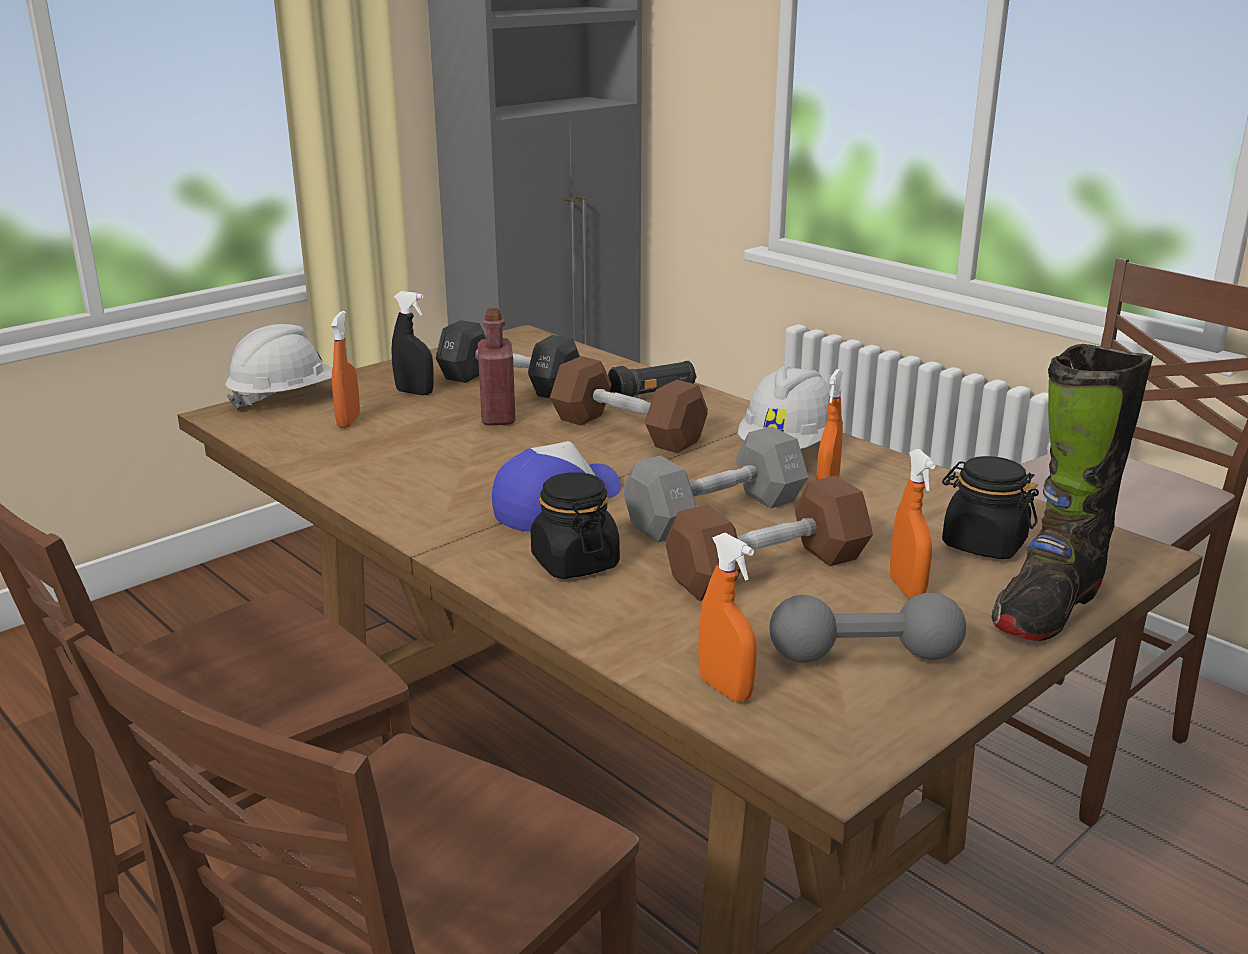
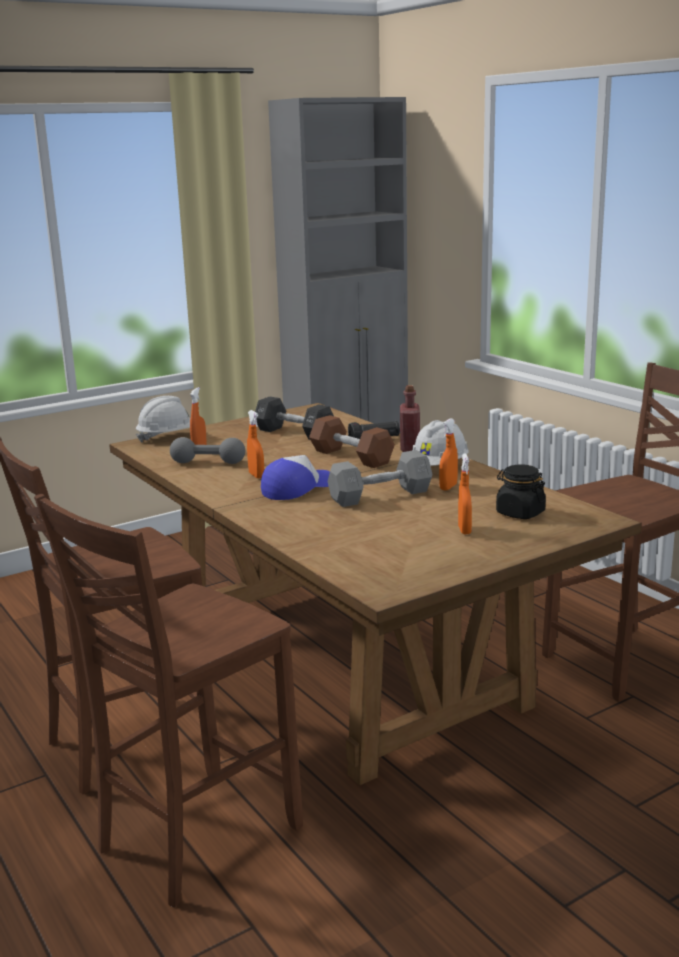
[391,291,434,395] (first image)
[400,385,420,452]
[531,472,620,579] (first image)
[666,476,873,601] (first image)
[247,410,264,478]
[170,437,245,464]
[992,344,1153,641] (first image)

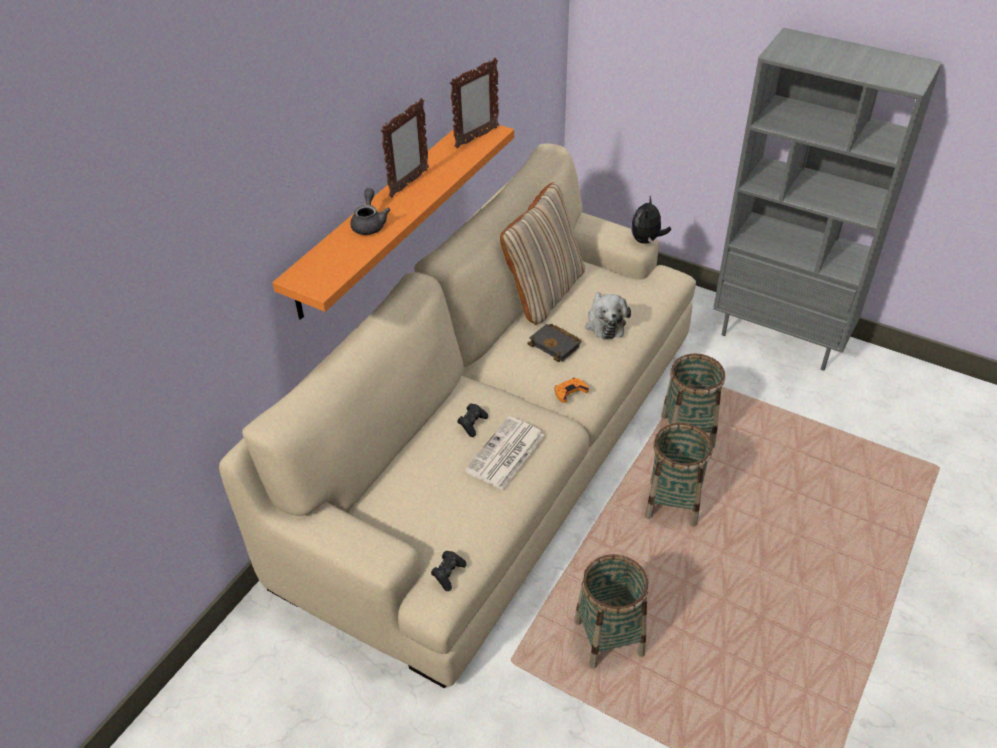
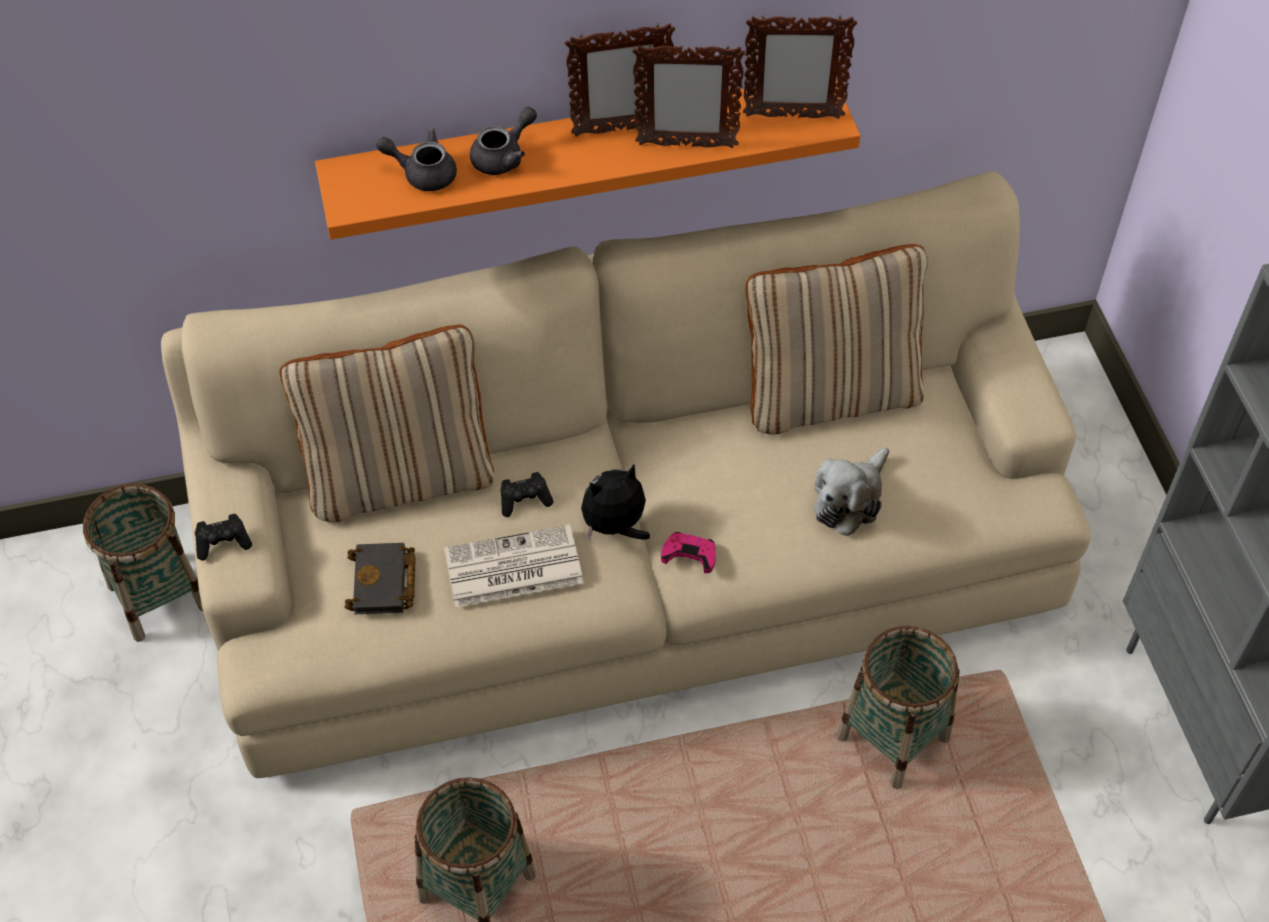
[195,514,252,560]
[345,543,416,614]
[661,532,716,573]
[581,464,650,540]
[83,483,203,642]
[279,325,494,522]
[376,128,457,191]
[632,45,745,148]

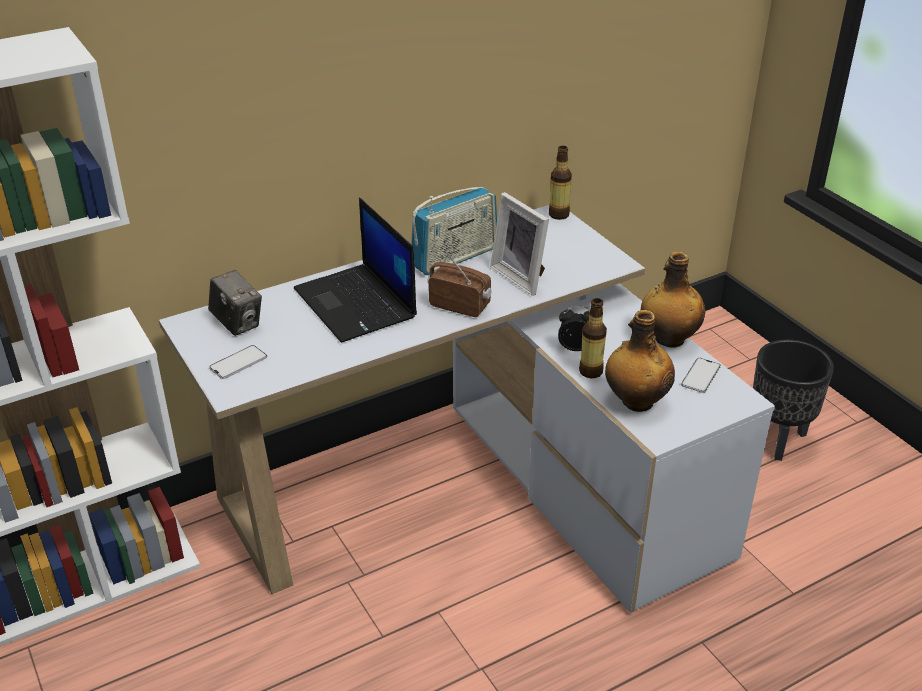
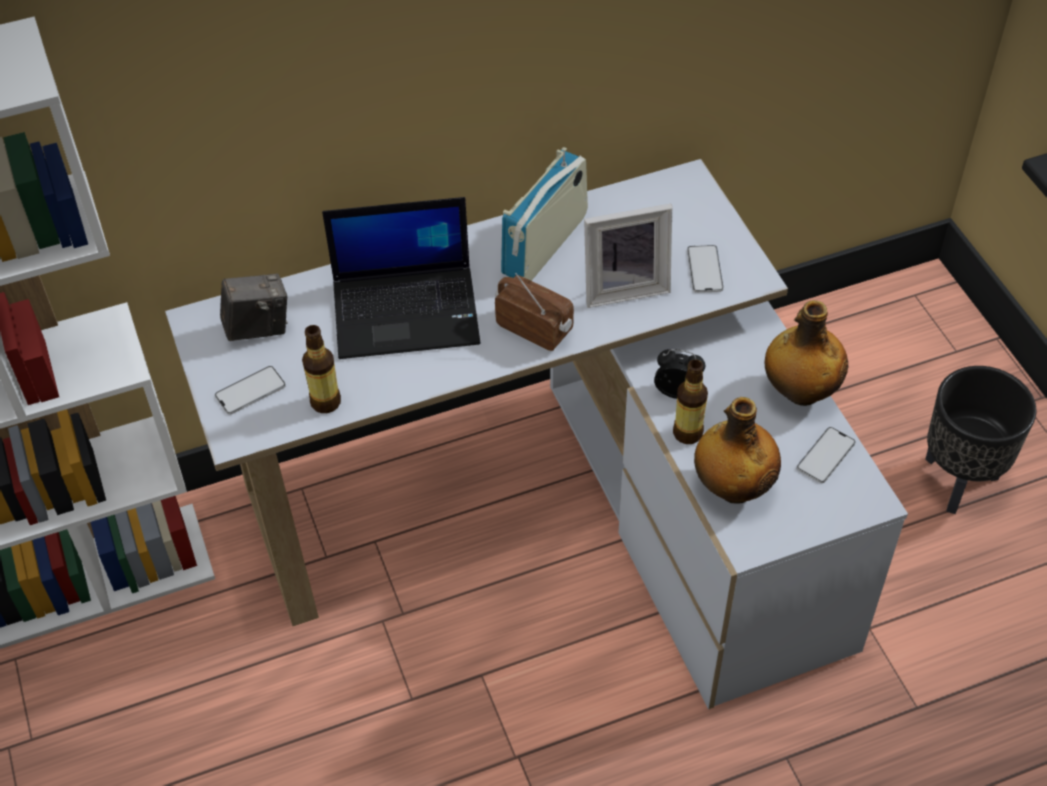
[220,274,288,341]
[322,197,480,359]
[501,147,588,281]
[584,204,672,308]
[302,325,341,413]
[687,245,724,293]

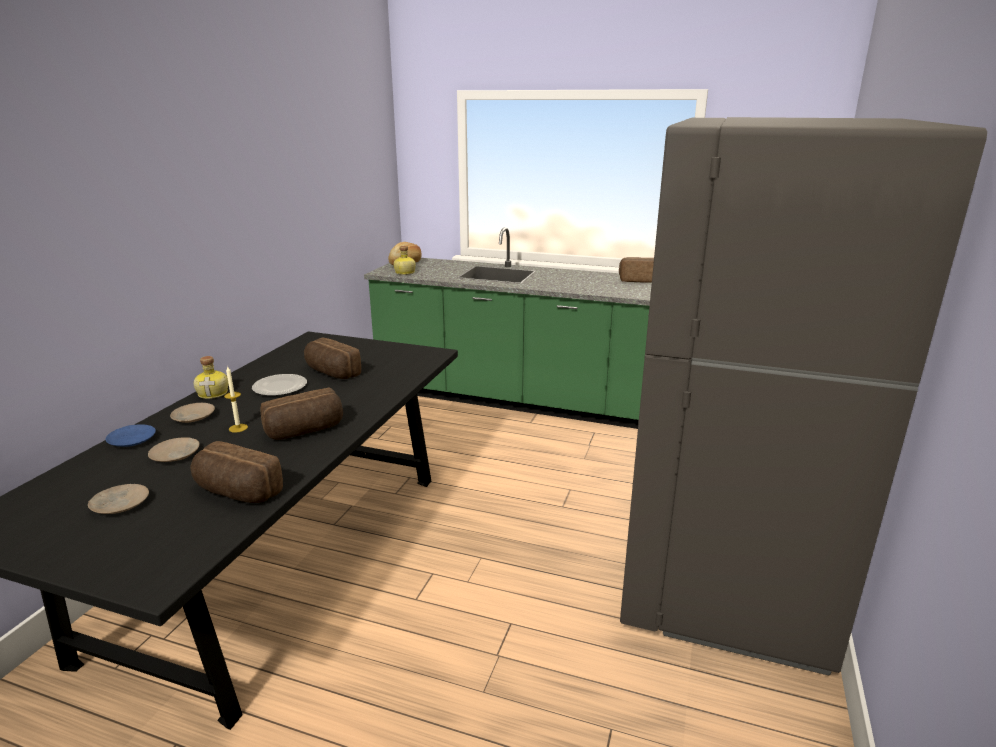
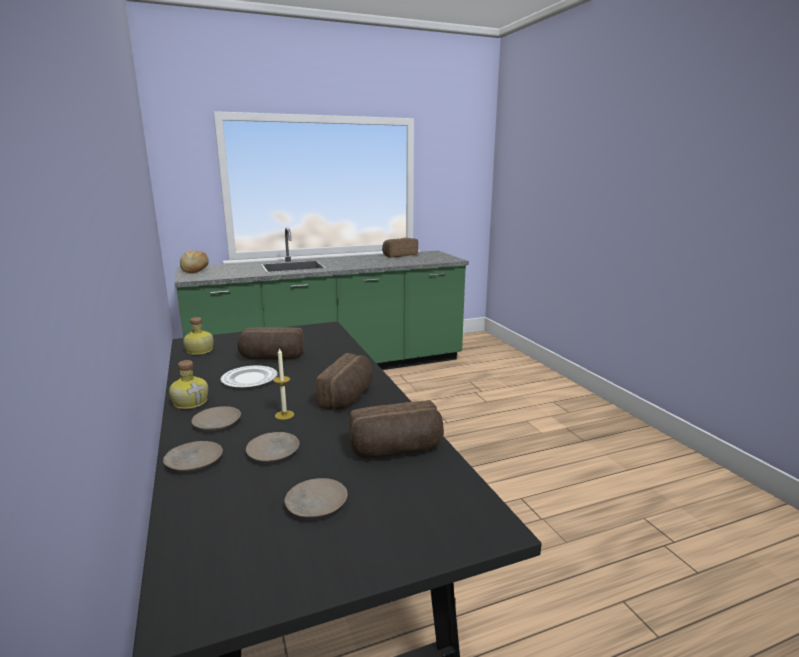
[163,441,223,471]
[183,317,214,355]
[620,117,987,675] (first image)

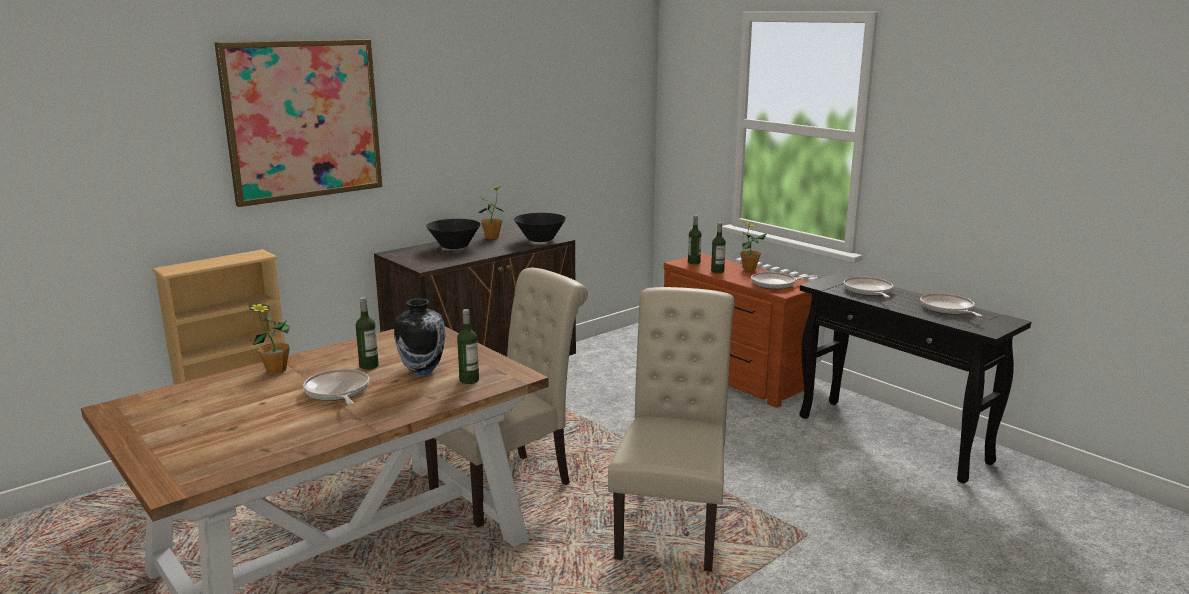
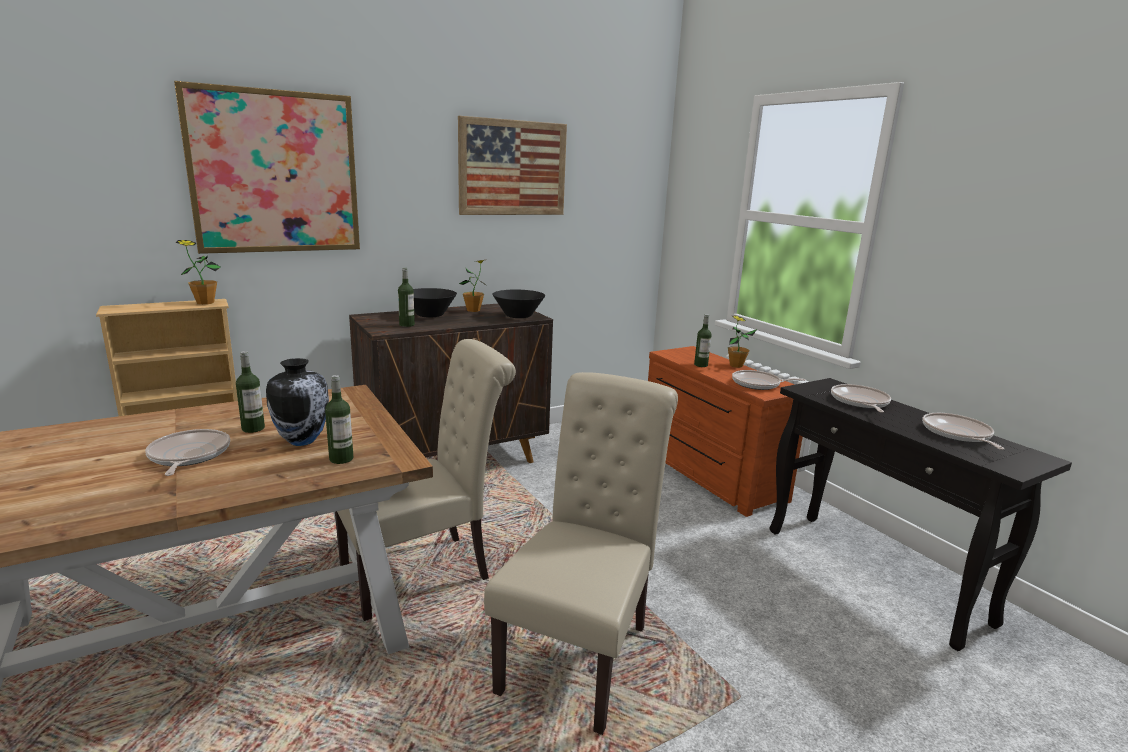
[176,240,221,305]
[398,268,415,327]
[458,116,567,215]

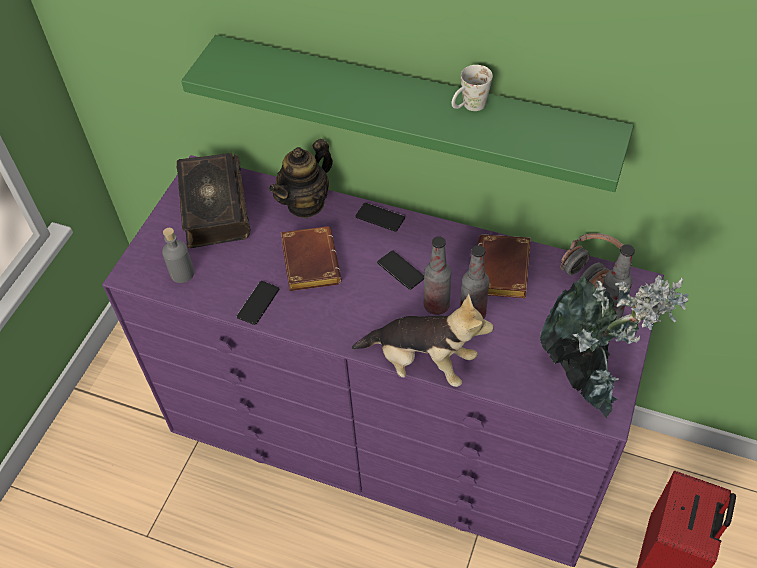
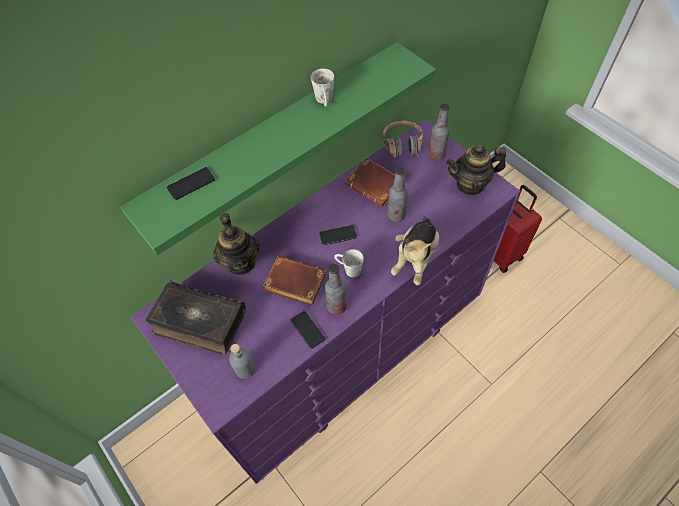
[391,216,439,285]
[167,167,215,200]
[325,264,347,315]
[446,145,506,195]
[334,249,364,277]

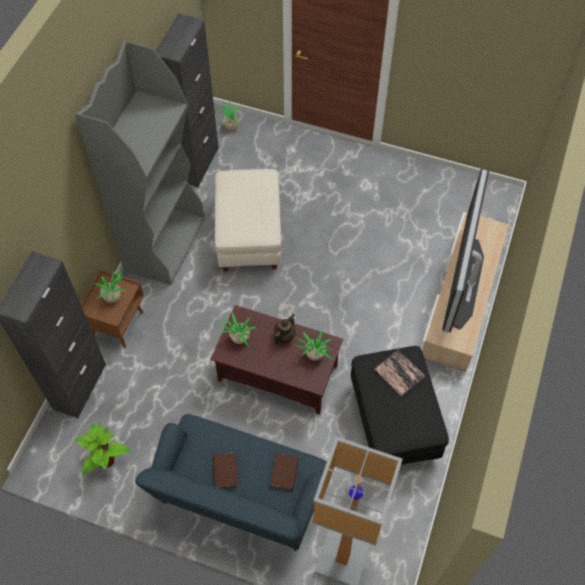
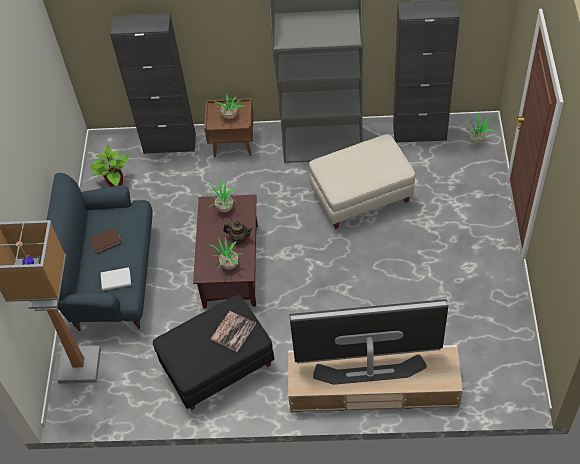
[101,267,131,291]

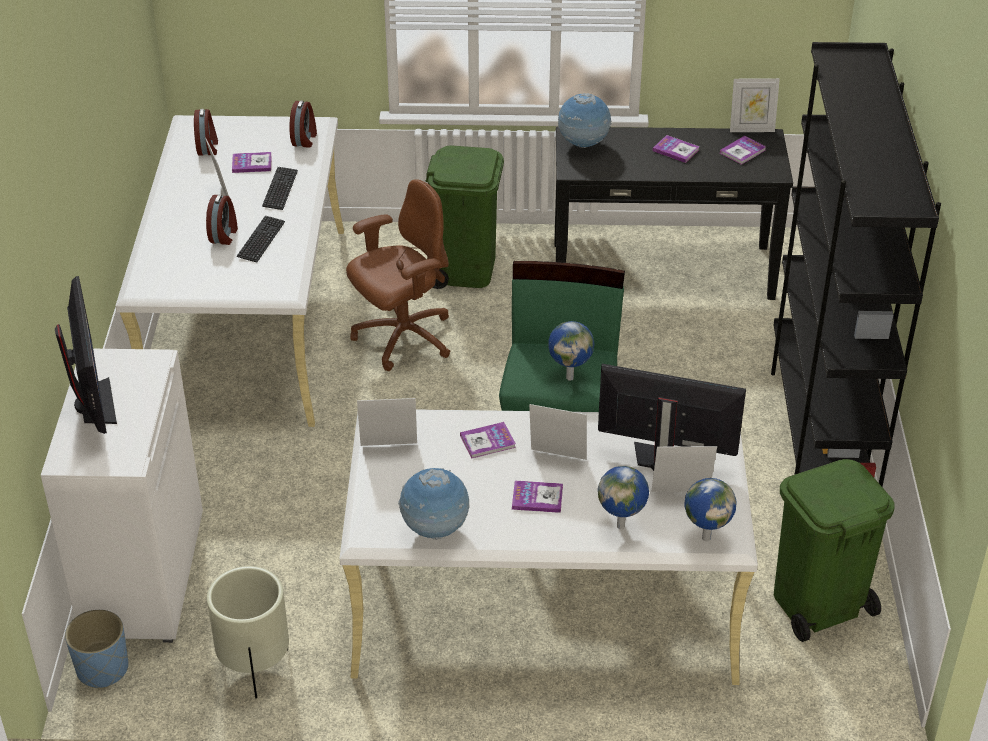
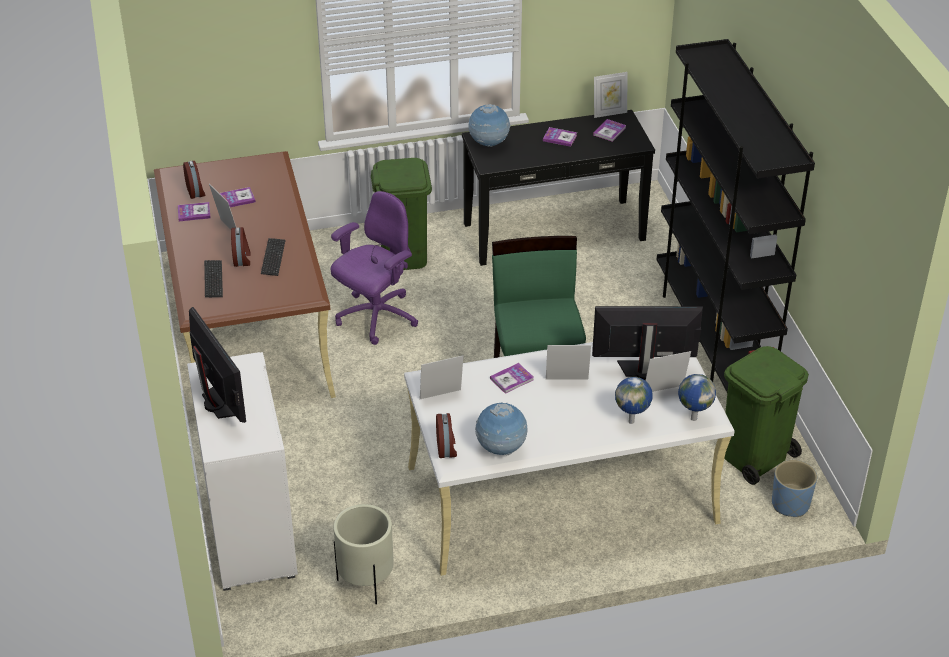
[772,460,817,517]
[154,151,336,420]
[204,260,223,297]
[436,413,457,458]
[331,191,418,345]
[178,202,210,221]
[548,321,594,381] (first image)

